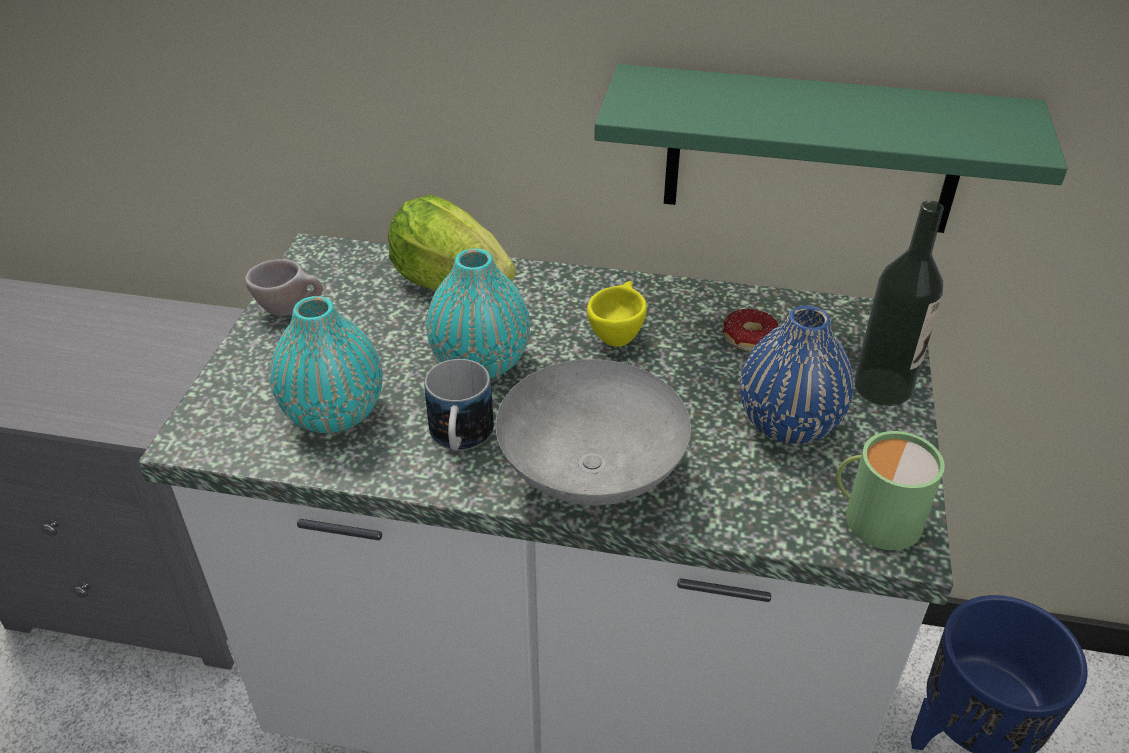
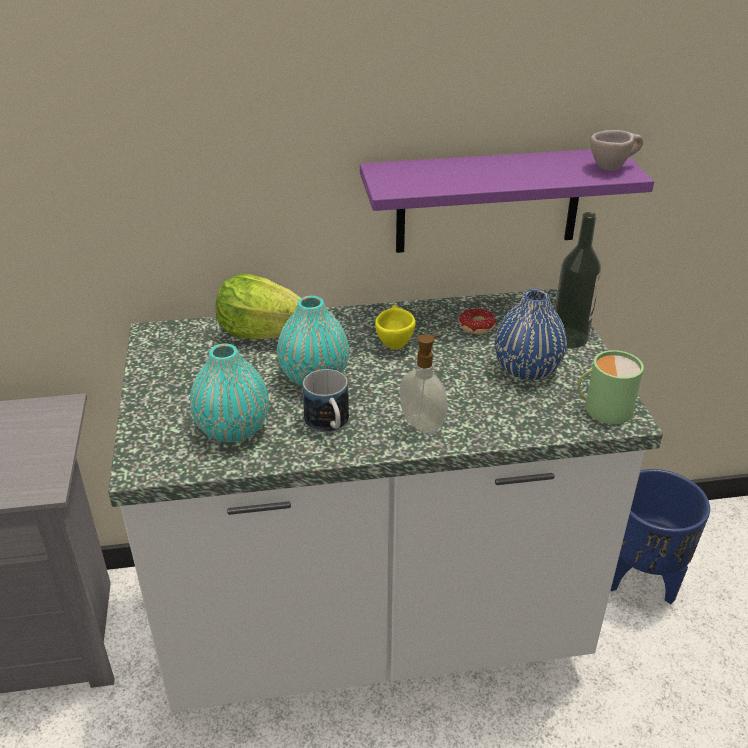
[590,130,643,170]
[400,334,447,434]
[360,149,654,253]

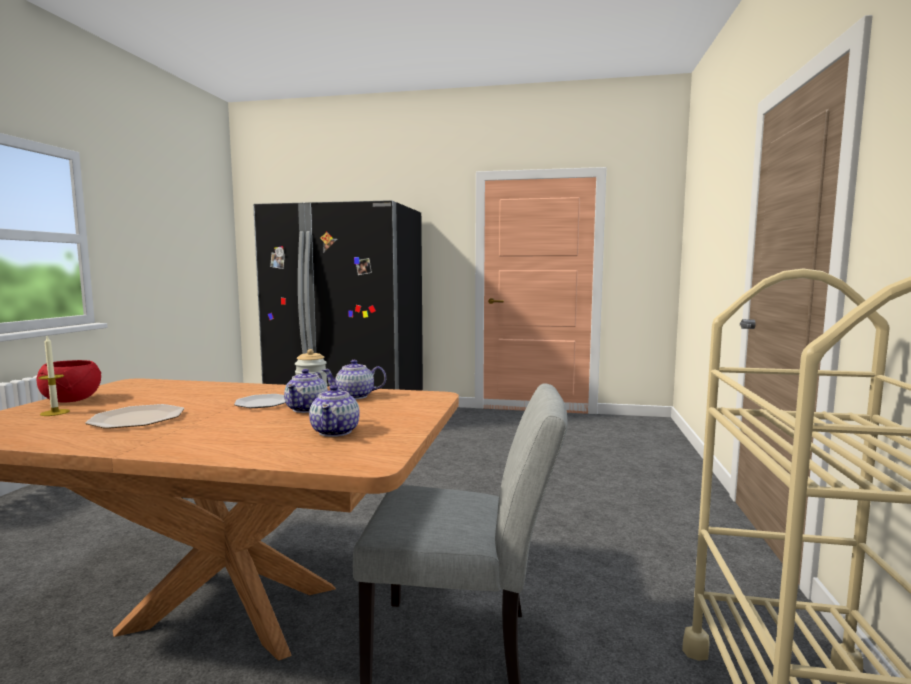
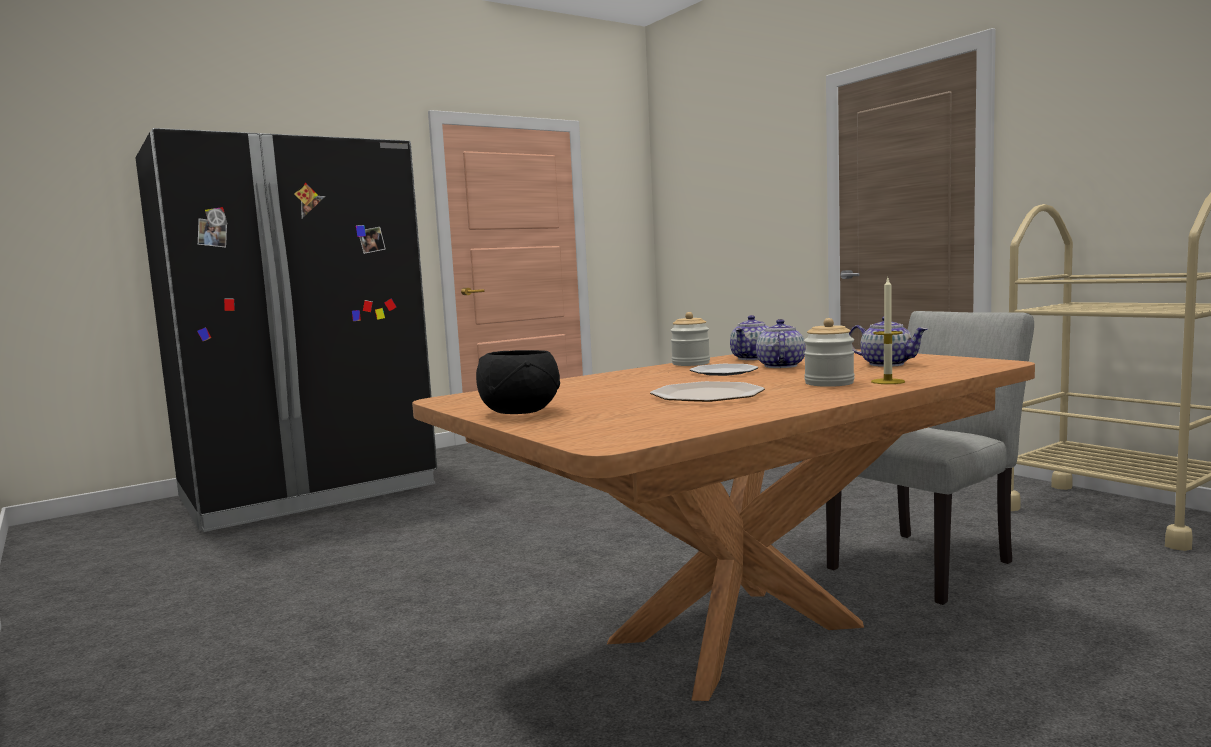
[476,350,560,414]
[871,278,905,384]
[756,319,806,368]
[804,318,855,387]

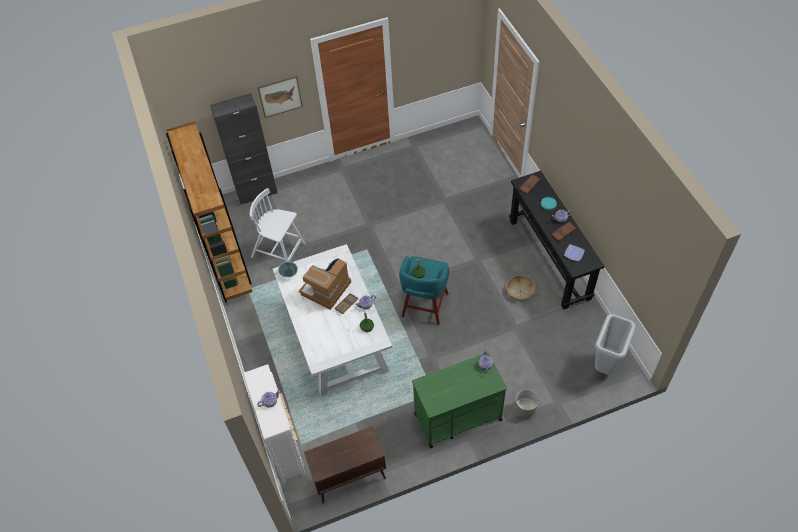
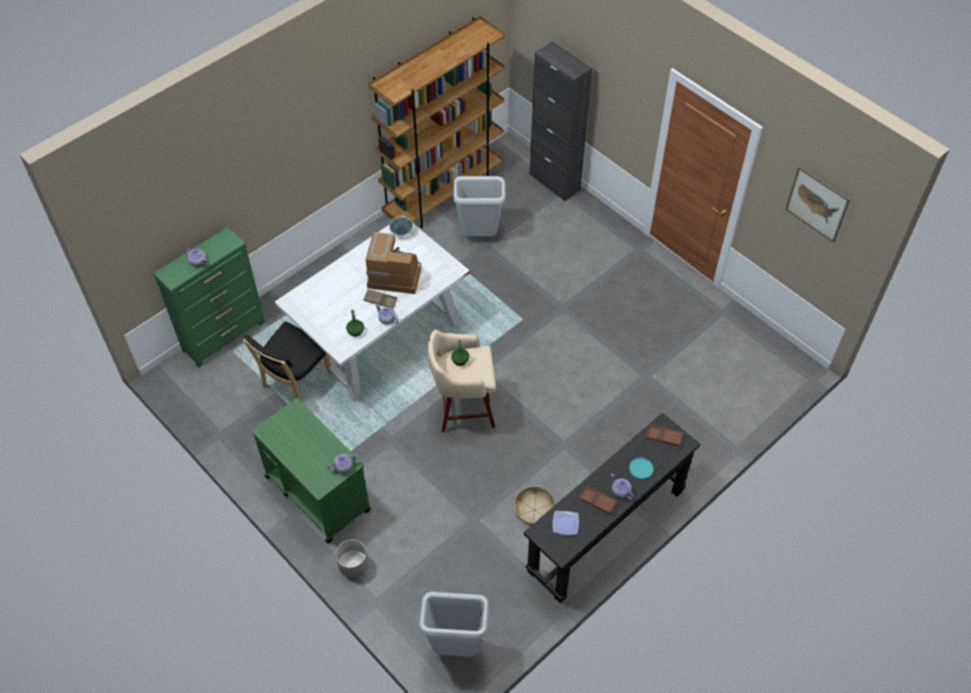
[153,227,265,368]
[453,176,506,236]
[785,166,850,242]
[304,426,386,503] (first image)
[428,329,496,433]
[243,322,332,401]

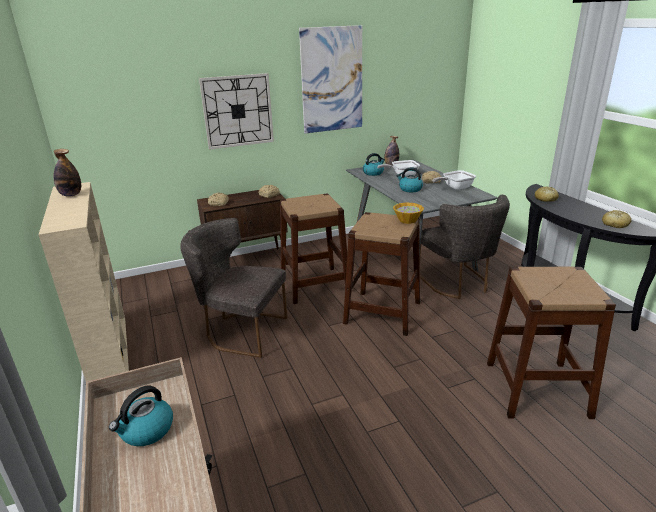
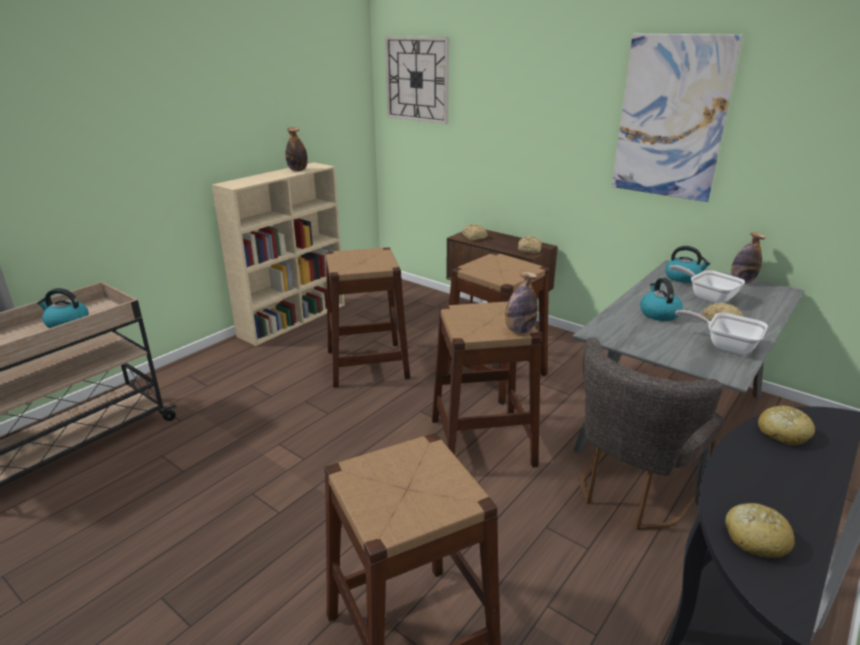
[326,247,410,388]
[385,36,449,124]
[505,271,538,334]

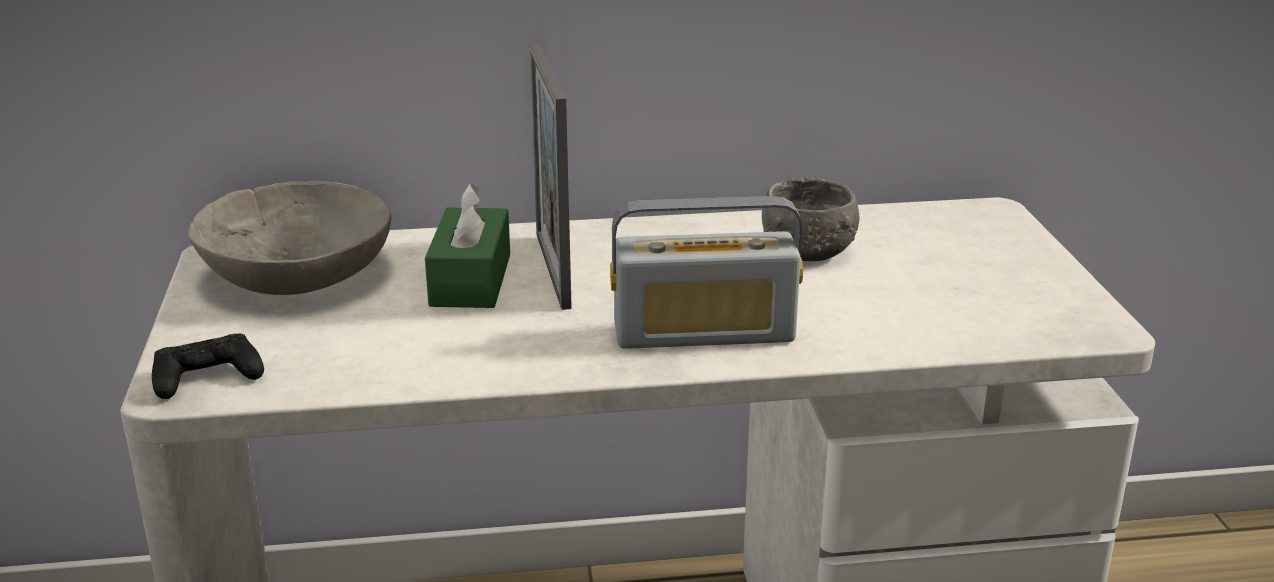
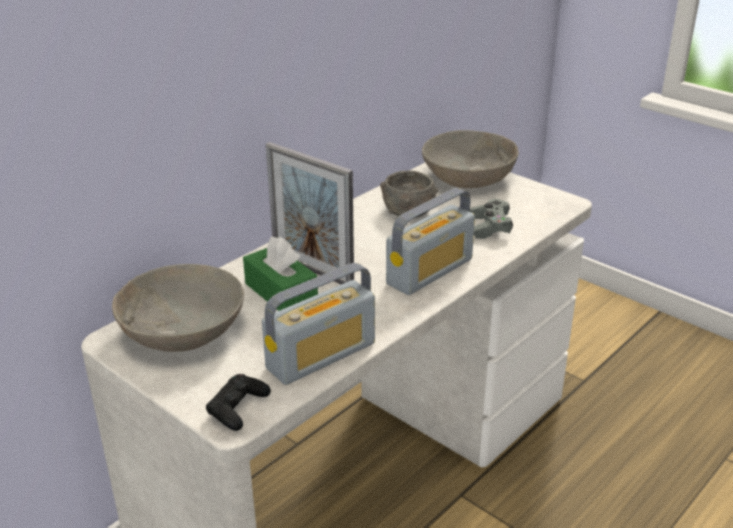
[262,263,375,385]
[422,130,519,188]
[470,199,513,239]

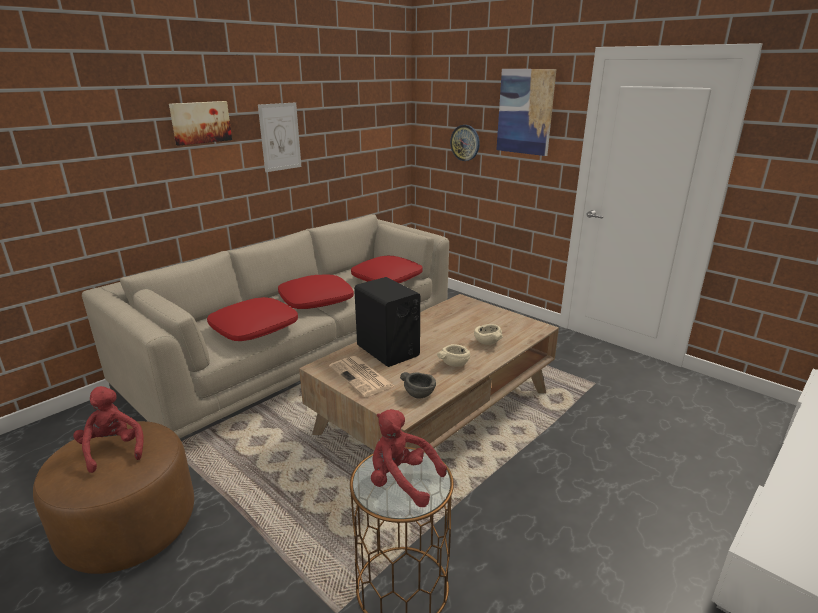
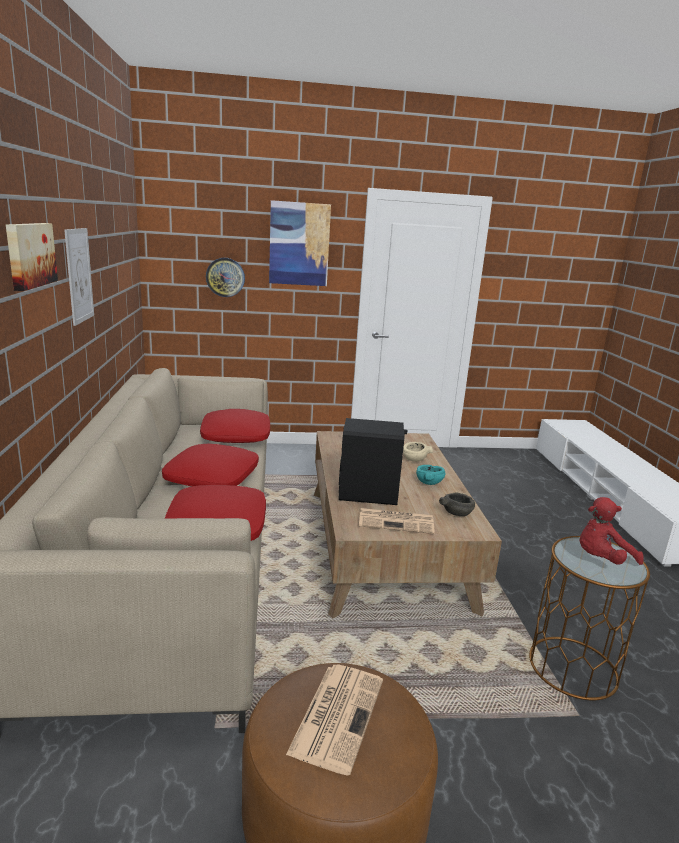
[286,664,383,776]
[416,465,446,485]

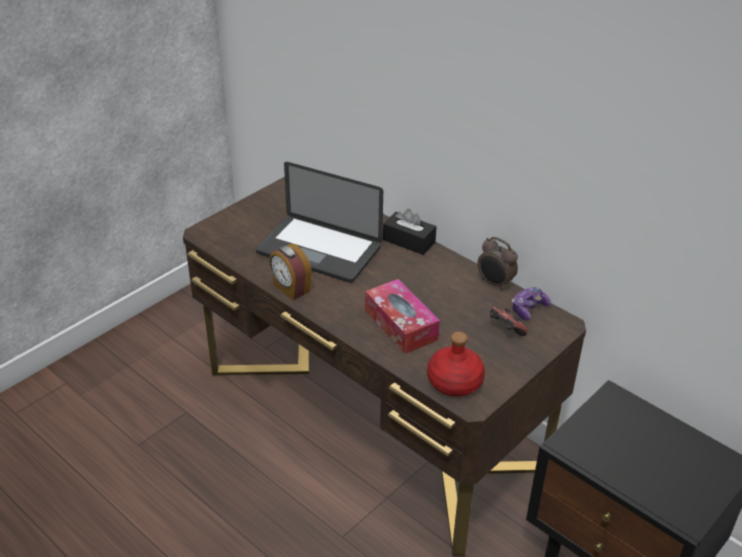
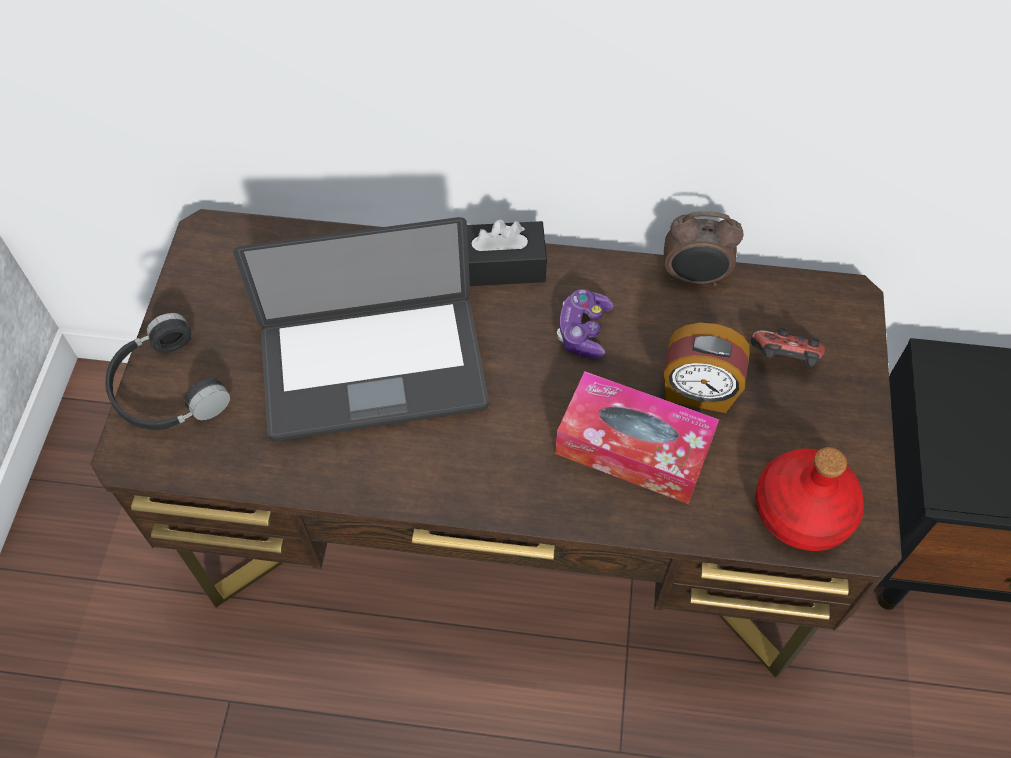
[664,323,750,413]
[557,289,614,359]
[105,313,230,430]

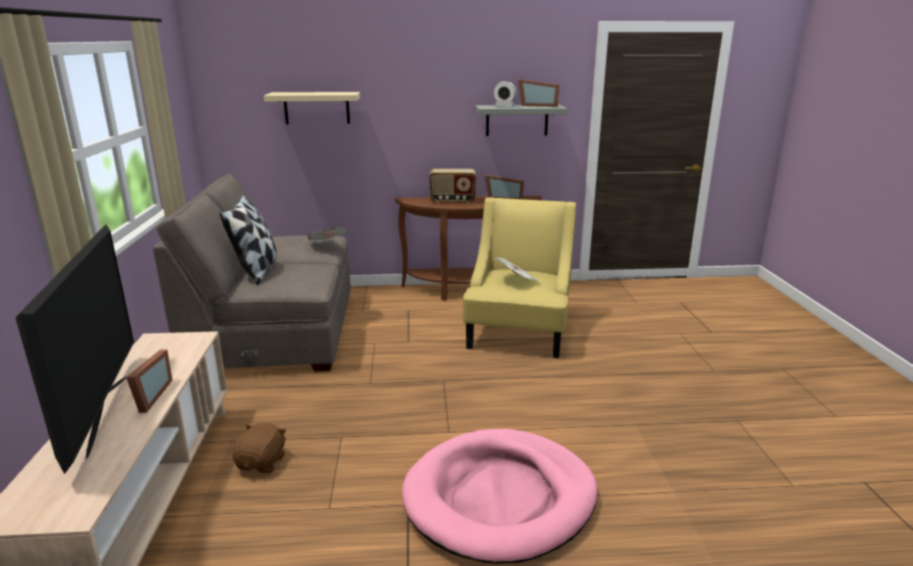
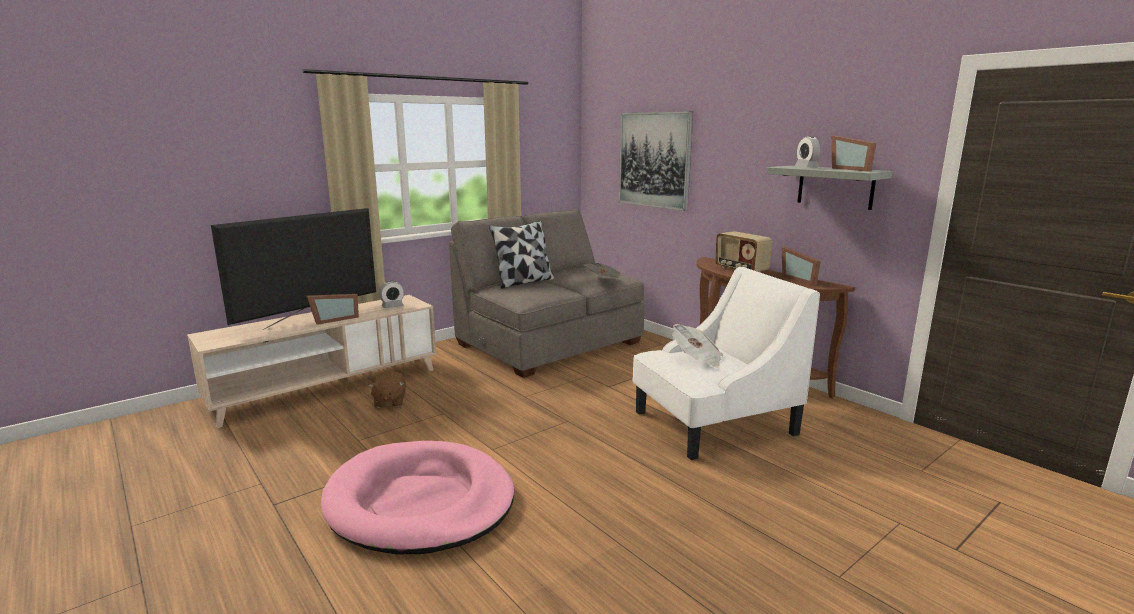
[368,371,406,408]
[619,111,693,211]
[632,267,820,460]
[379,281,404,309]

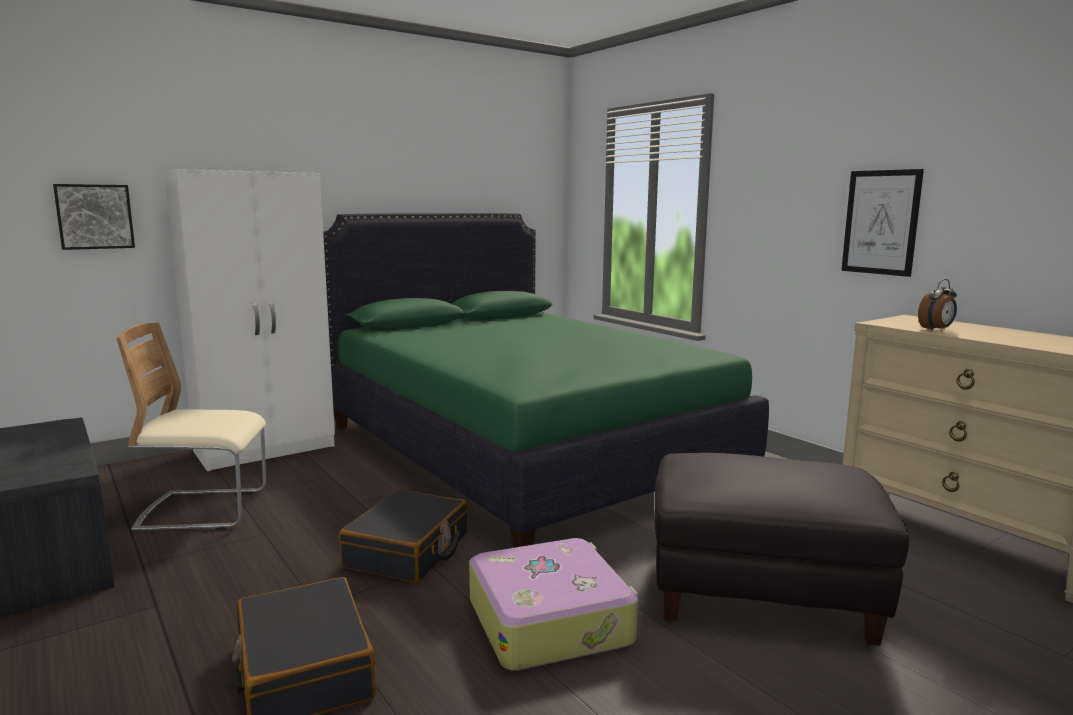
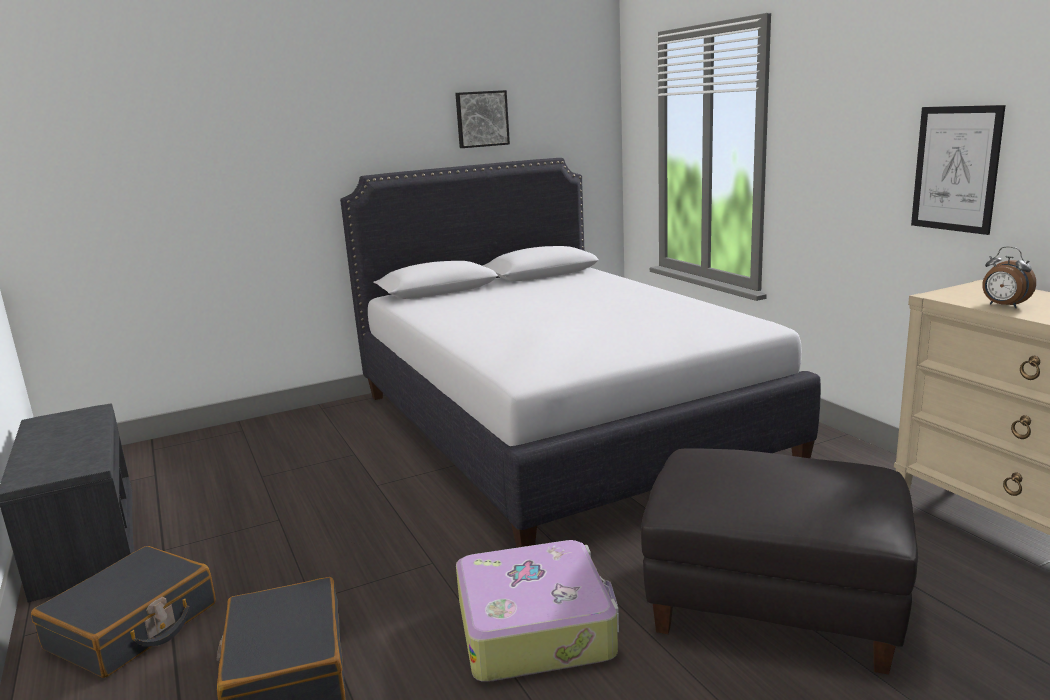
[455,90,510,148]
[116,322,266,532] (first image)
[164,169,335,471] (first image)
[340,158,821,548]
[31,546,216,678]
[982,247,1036,308]

